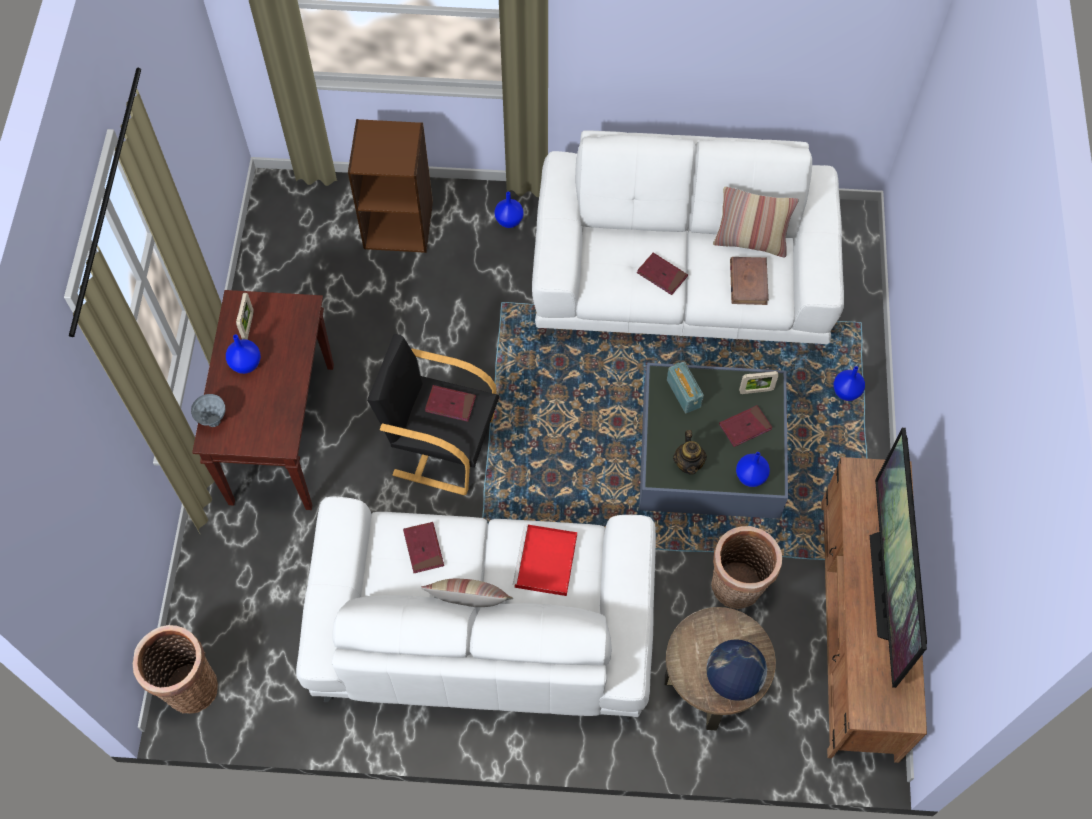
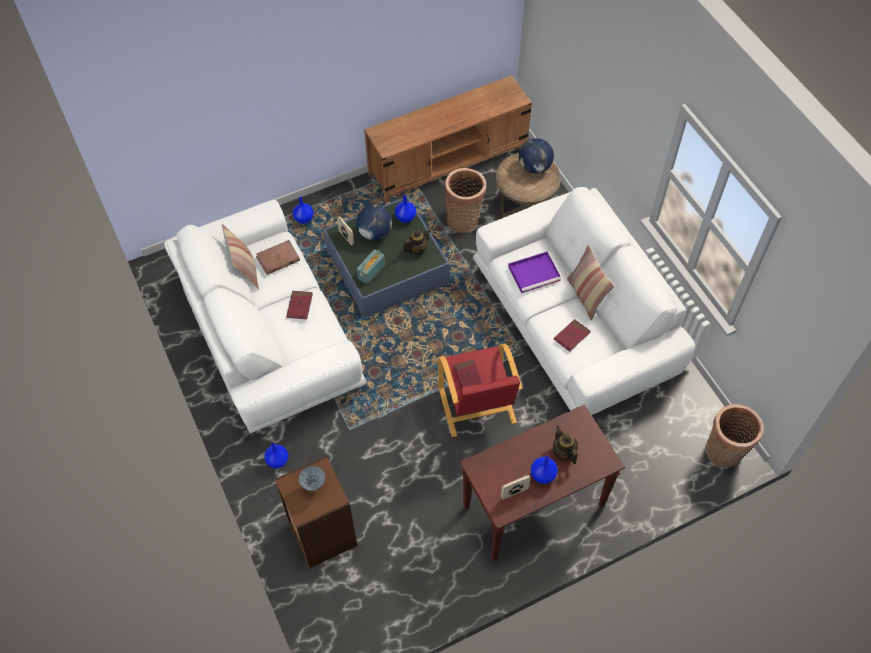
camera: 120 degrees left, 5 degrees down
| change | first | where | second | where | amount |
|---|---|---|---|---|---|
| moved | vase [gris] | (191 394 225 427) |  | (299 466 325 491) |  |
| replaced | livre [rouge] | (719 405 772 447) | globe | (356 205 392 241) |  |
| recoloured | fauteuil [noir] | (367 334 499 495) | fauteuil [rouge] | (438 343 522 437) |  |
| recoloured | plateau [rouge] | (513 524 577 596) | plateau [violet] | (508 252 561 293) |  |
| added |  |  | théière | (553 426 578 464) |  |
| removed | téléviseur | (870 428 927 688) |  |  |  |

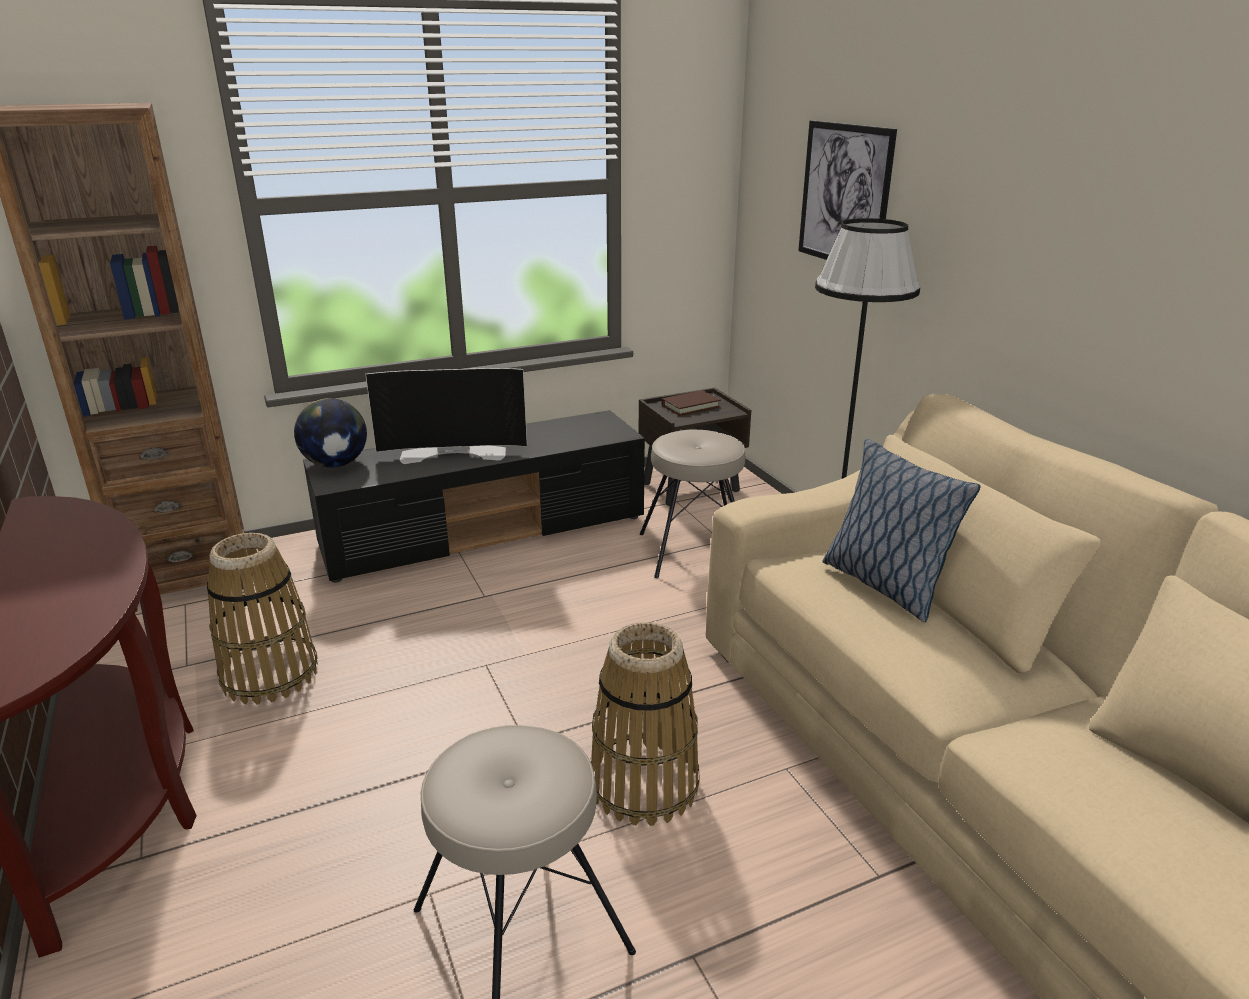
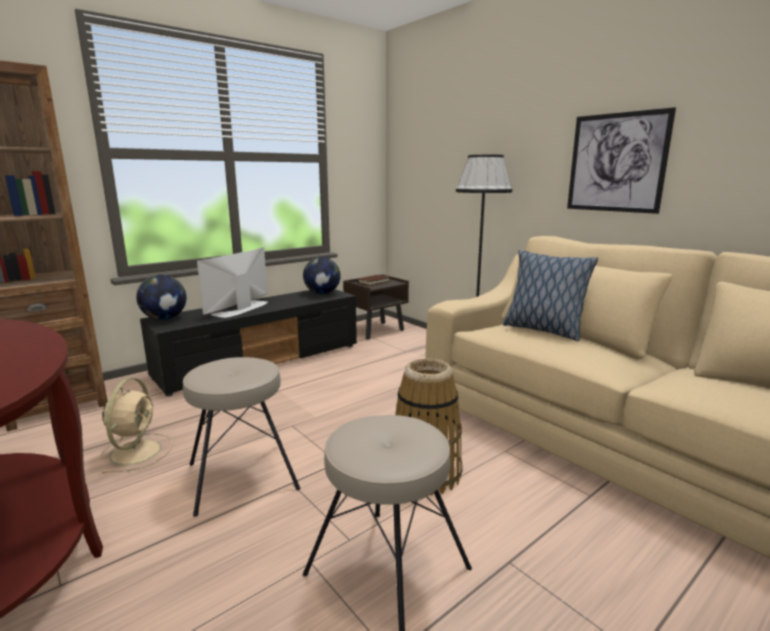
camera: 15 degrees left, 10 degrees down
| change | first | where | second | where | amount |
|---|---|---|---|---|---|
| replaced | panier | (207 533 318 705) | ventilateur [beige] | (100 378 173 473) |  |
| moved | tabouret [beige] | (640 430 745 578) |  | (183 357 301 517) |  |
| turned | téléviseur | (365 368 527 464) |  | (197 247 268 318) | 135 degrees clockwise |
| added |  |  | globe | (303 257 341 294) |  |
| moved | tableau | (798 120 897 260) |  | (567 107 676 214) |  |

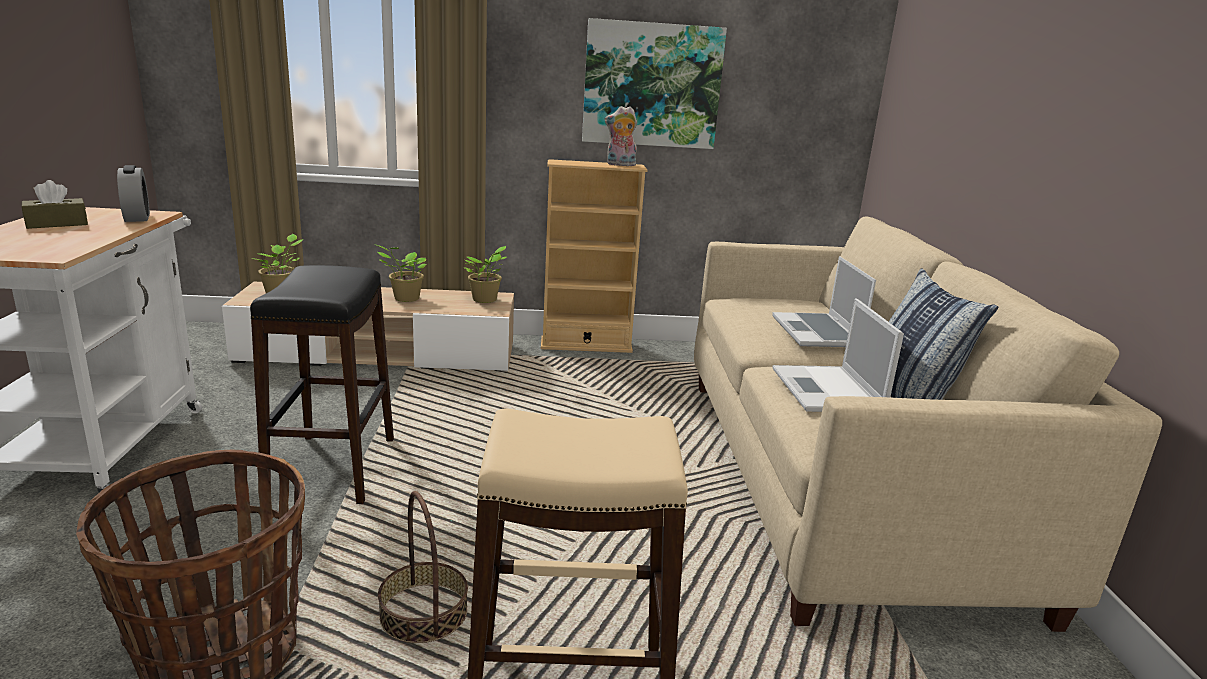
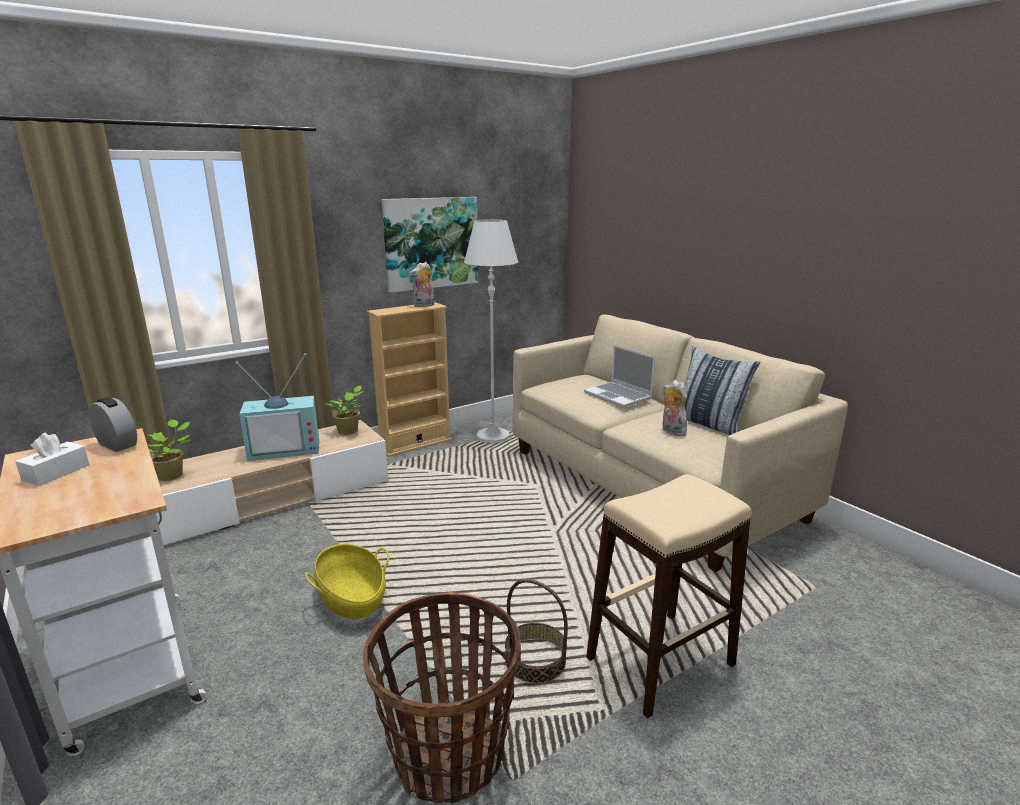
camera: 30 degrees left, 0 degrees up
| change | first | where | second | where | amount |
|---|---|---|---|---|---|
| recoloured | boîte à mouchoirs [marron] | (22 180 88 229) | boîte à mouchoirs [blanc] | (15 432 90 486) |  |
| replaced | plante en pot | (375 244 426 302) | téléviseur | (235 353 319 461) |  |
| replaced | tabouret [noir] | (250 265 394 504) | panier | (305 544 389 619) |  |
| added |  |  | lampadaire [blanc] | (464 219 518 443) |  |
| replaced | ordinateur portable | (773 298 904 412) | peluche | (662 380 687 436) |  |

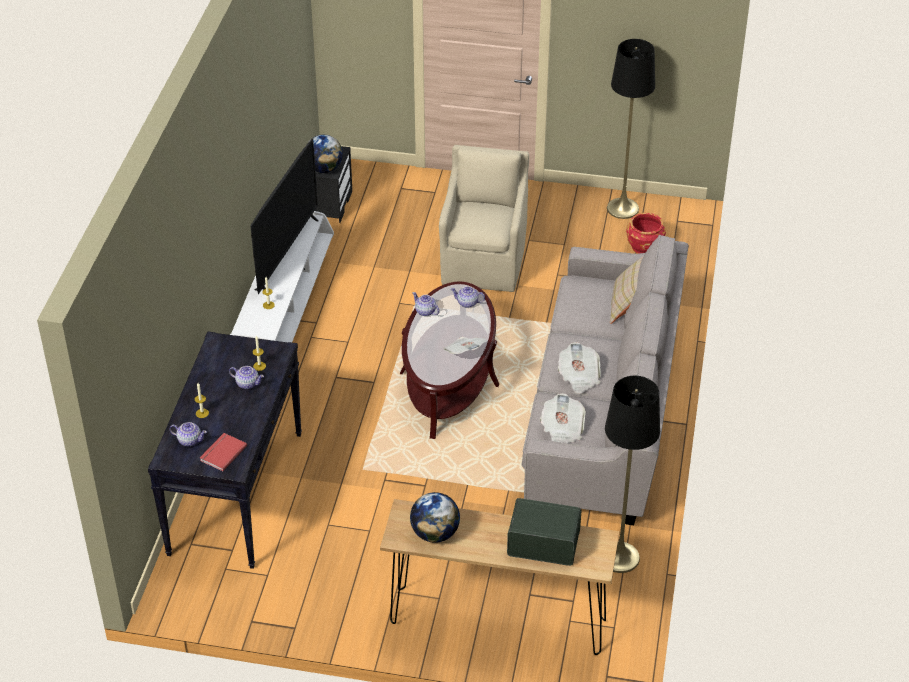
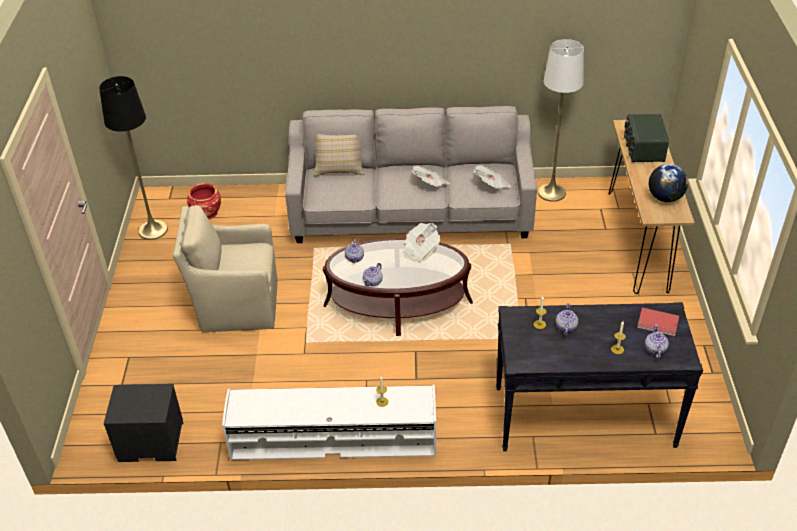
camera: 100 degrees left, 0 degrees up
| change | first | where | second | where | amount |
|---|---|---|---|---|---|
| recoloured | lampadaire [noir] | (605 376 660 573) | lampadaire [blanc] | (538 39 584 202) |  |
| removed | téléviseur | (250 138 319 294) |  |  |  |
| removed | globe | (307 135 343 173) |  |  |  |

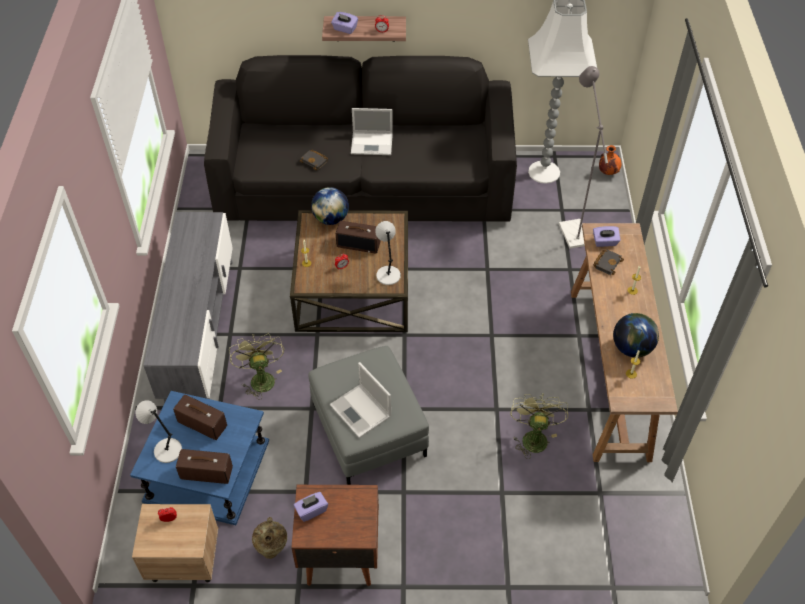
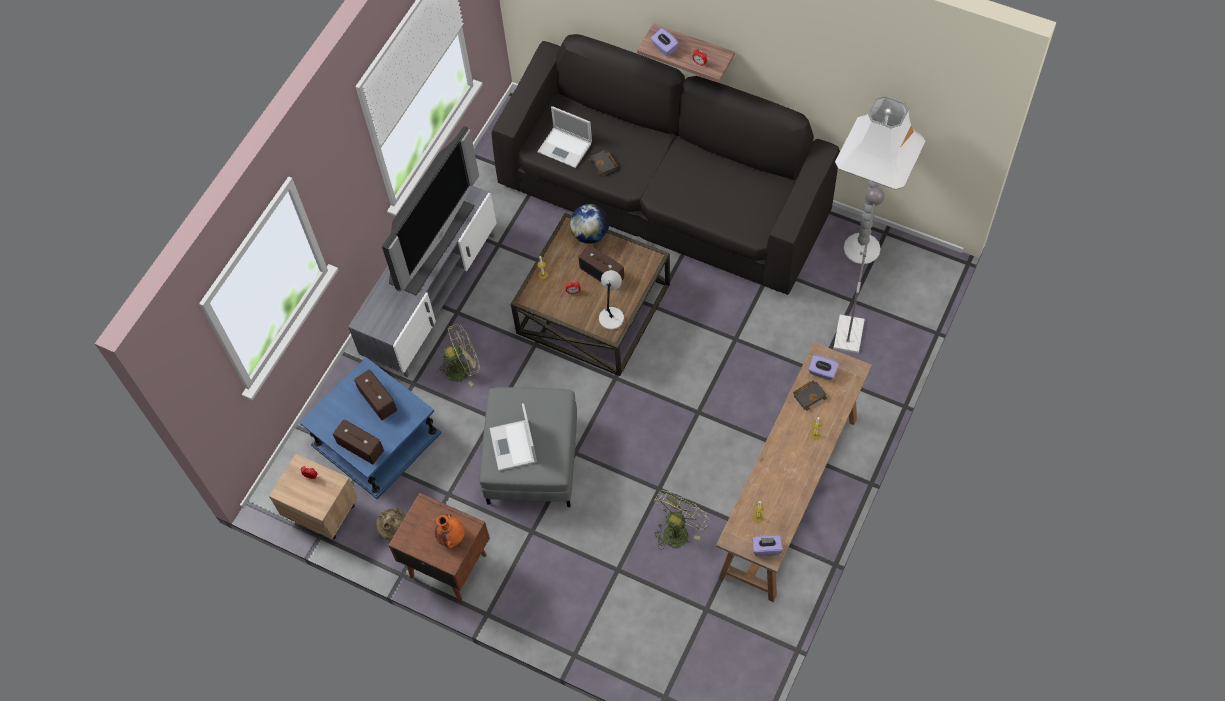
camera: 30 degrees right, 10 degrees up
| change | first | where | second | where | amount |
|---|---|---|---|---|---|
| added |  |  | téléviseur | (382 126 479 295) |  |
| moved | vase [orange] | (599 145 621 175) |  | (435 514 465 549) |  |
| turned | ventilateur [vert] | (229 334 284 399) |  | (437 323 480 386) | 60 degrees clockwise |
| moved | ordinateur portable | (351 108 393 155) |  | (537 106 592 168) |  |
| moved | boîte à mouchoirs [violet] | (294 492 328 522) |  | (752 535 783 556) |  |
| removed | lampe de table [gris] | (136 400 182 463) |  |  |  |
| removed | globe | (613 313 659 357) |  |  |  |

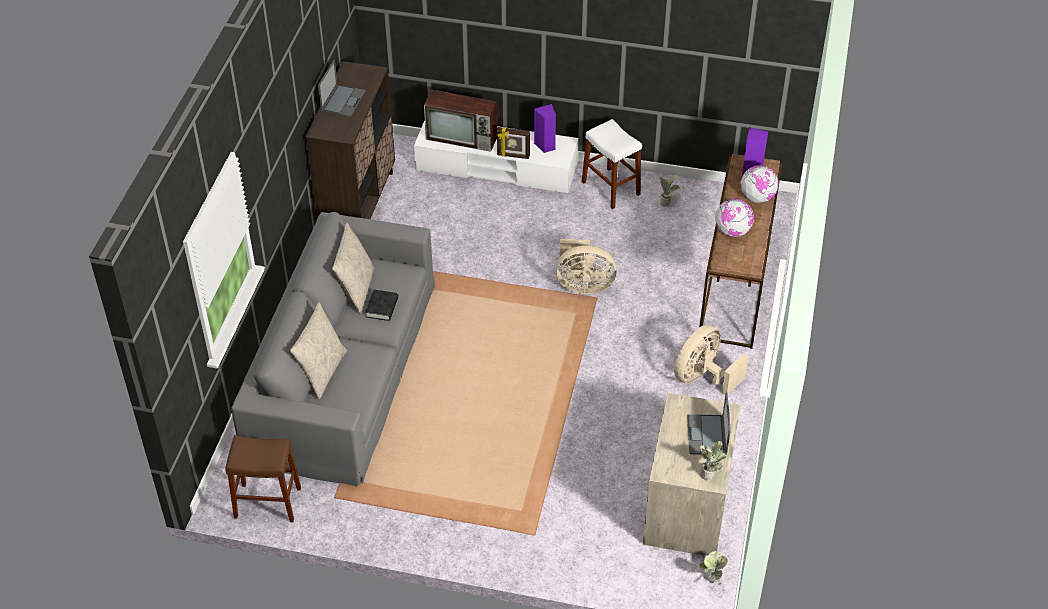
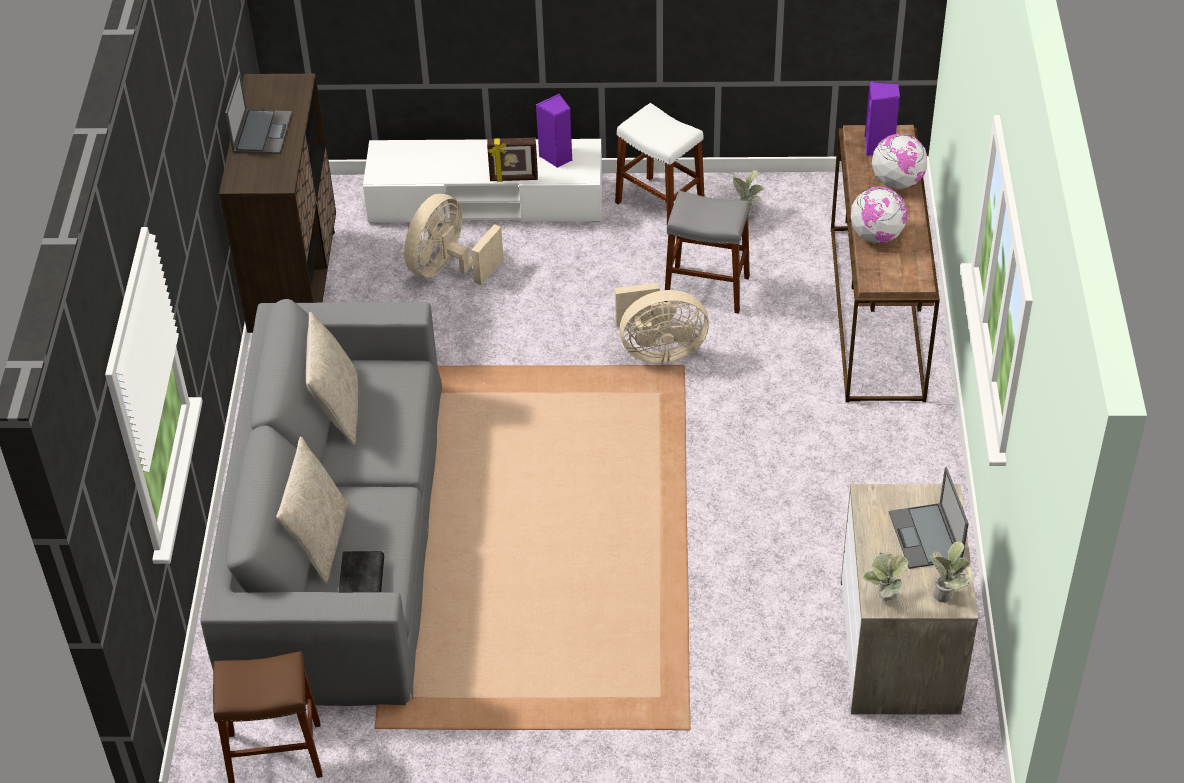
camera: 10 degrees left, 0 degrees up
| change | first | where | second | where | amount |
|---|---|---|---|---|---|
| moved | livre [noir] | (365 290 398 321) |  | (339 551 384 593) |  |
| moved | ventilateur [beige] | (674 325 749 395) |  | (404 194 504 285) |  |
| added |  |  | tabouret [gris] | (665 191 750 314) |  |
| moved | plante en pot | (699 551 728 584) |  | (863 552 909 602) |  |
| removed | téléviseur | (424 90 498 152) |  |  |  |

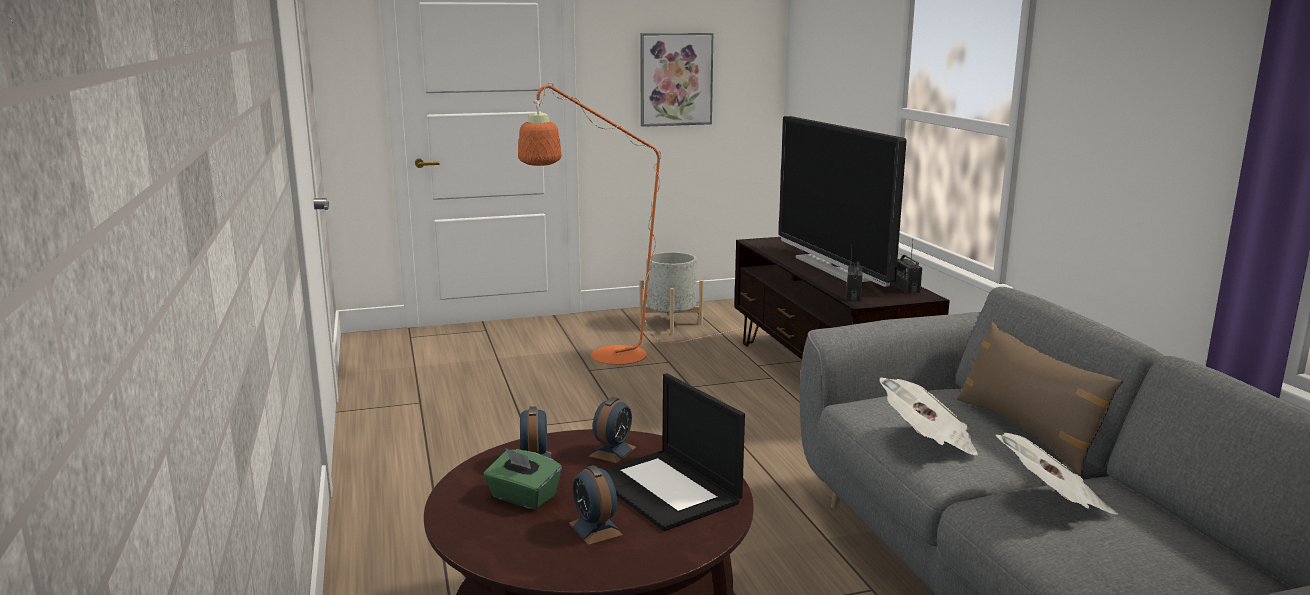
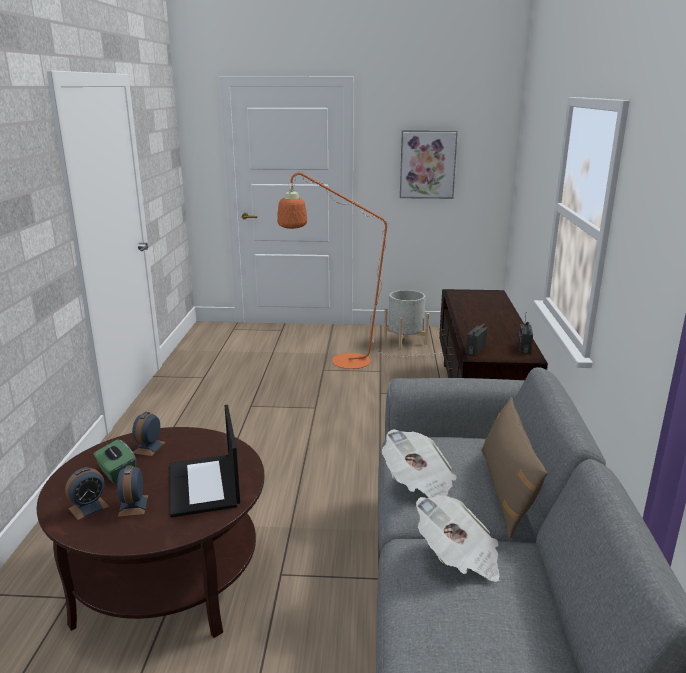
camera: 20 degrees right, 5 degrees up
| change | first | where | second | where | amount |
|---|---|---|---|---|---|
| moved | réveil | (589 397 636 463) |  | (65 467 109 520) |  |
| removed | téléviseur | (779 116 906 287) |  |  |  |

